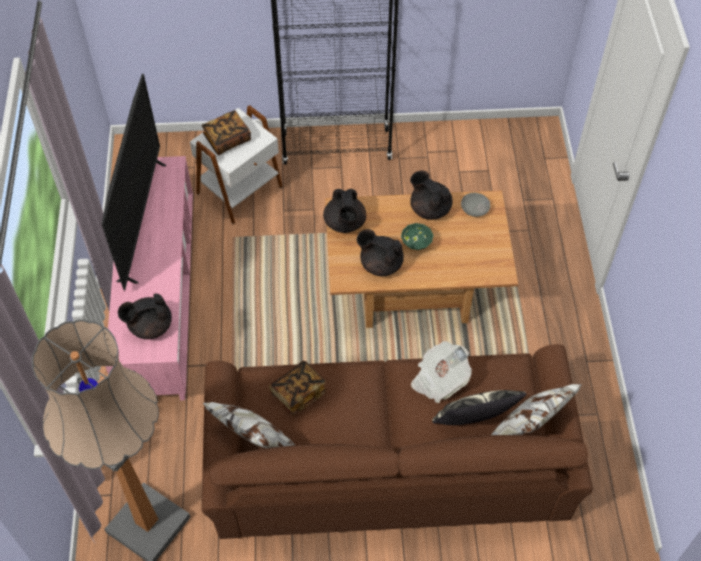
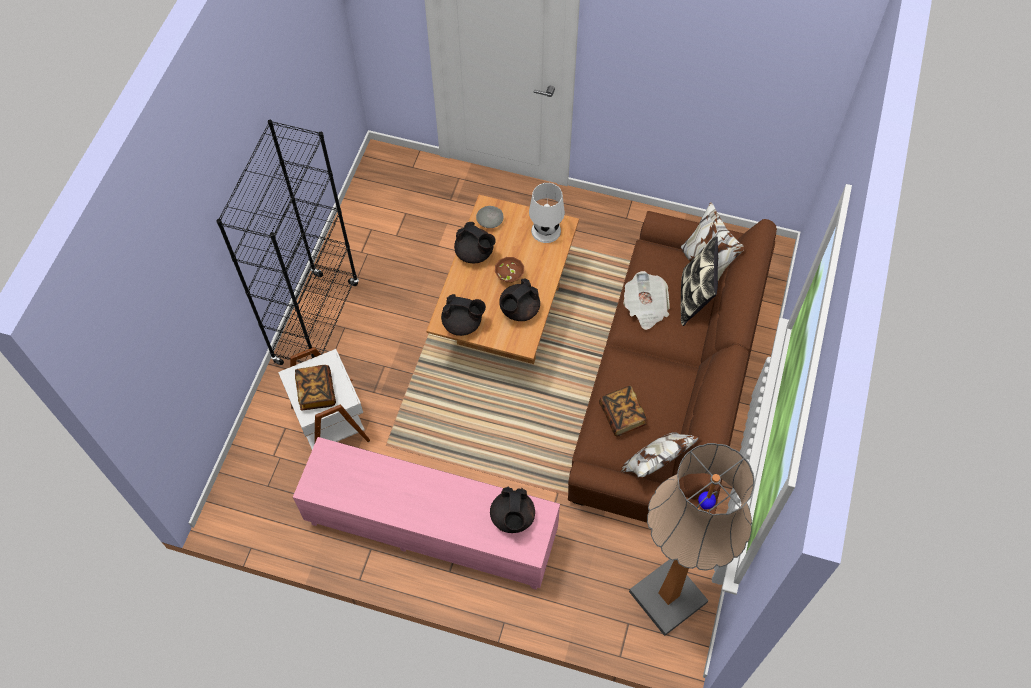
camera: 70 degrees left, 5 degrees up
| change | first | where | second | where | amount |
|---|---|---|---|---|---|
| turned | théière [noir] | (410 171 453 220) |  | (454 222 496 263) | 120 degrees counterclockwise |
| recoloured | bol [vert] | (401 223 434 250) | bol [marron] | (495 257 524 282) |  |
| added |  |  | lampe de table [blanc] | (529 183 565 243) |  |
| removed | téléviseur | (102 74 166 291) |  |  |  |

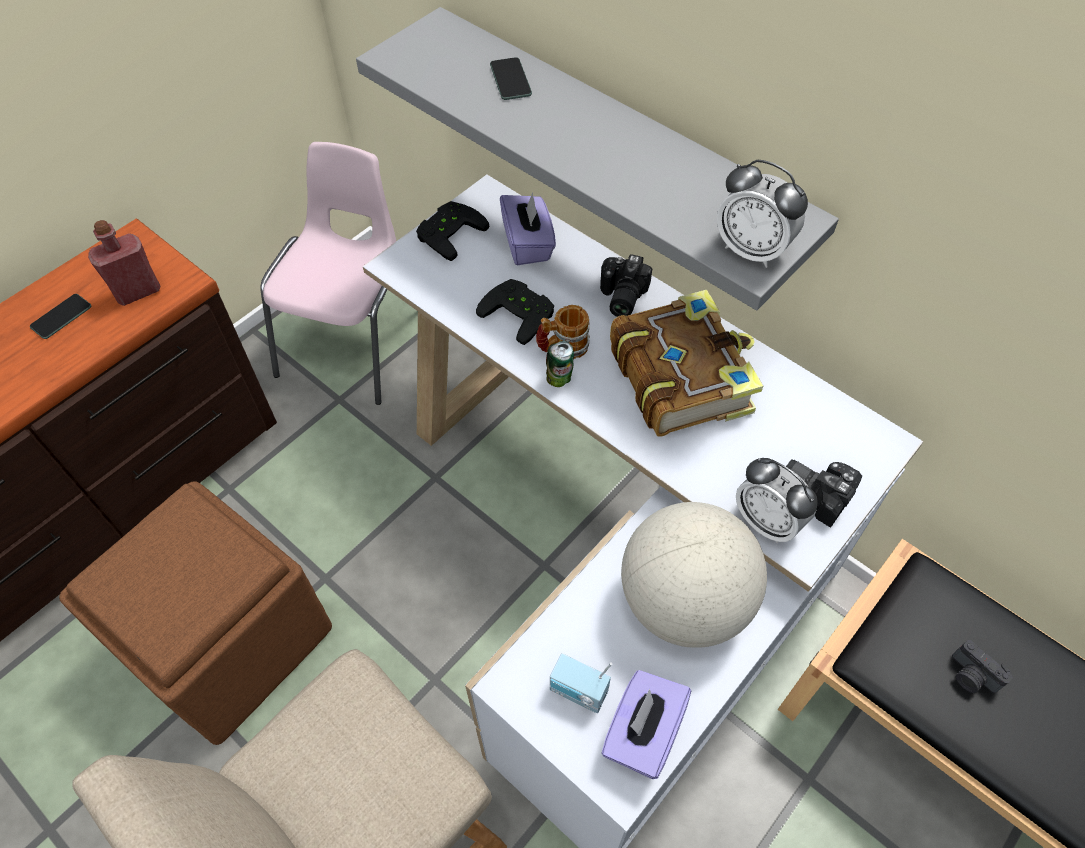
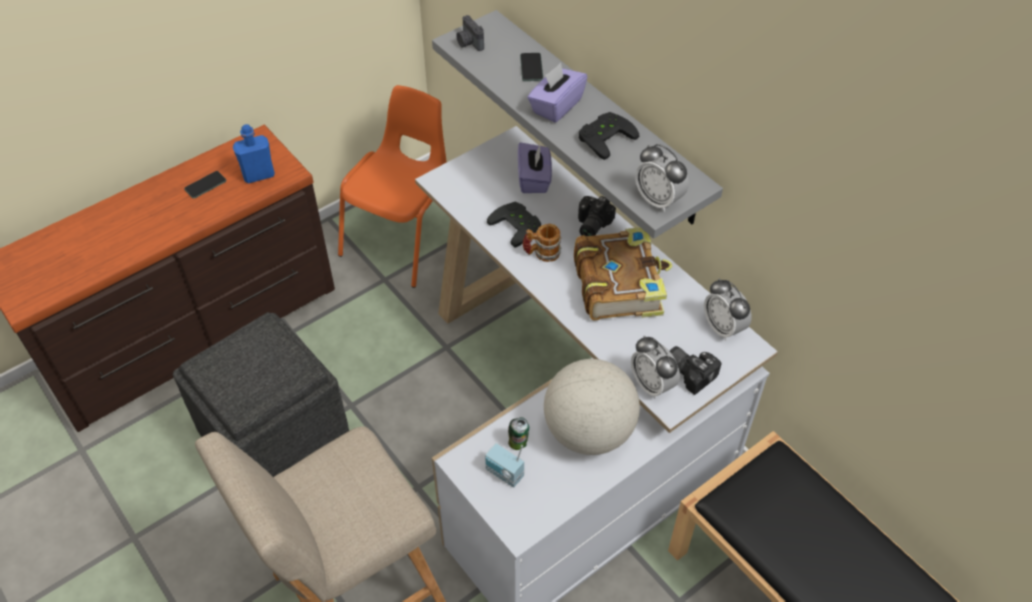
camera: 10 degrees right, 5 degrees down
| change | first | where | second | where | amount |
|---|---|---|---|---|---|
| recoloured | pouf [marron] | (59 481 332 745) | pouf [gris] | (173 312 349 477) |  |
| recoloured | bouteille [rouge] | (88 220 161 306) | bouteille [bleu] | (233 124 275 184) |  |
| recoloured | chaise [rose] | (260 142 396 405) | chaise [orange] | (338 85 446 288) |  |
| moved | appareil photo | (952 640 1013 693) |  | (456 15 484 51) |  |
| moved | boîte métallique | (546 341 574 387) |  | (508 417 529 450) |  |
| moved | boîte à mouchoirs [violet] | (601 670 691 779) |  | (527 63 587 123) |  |
| moved | manette [noir] | (416 201 489 261) |  | (579 112 639 160) |  |
| added |  |  | réveil | (704 279 751 341) |  |

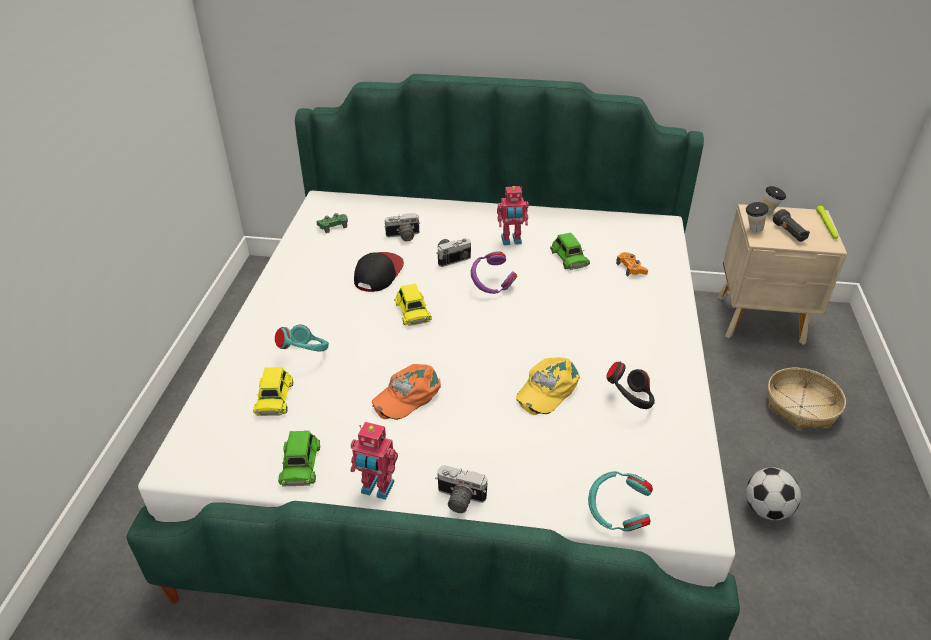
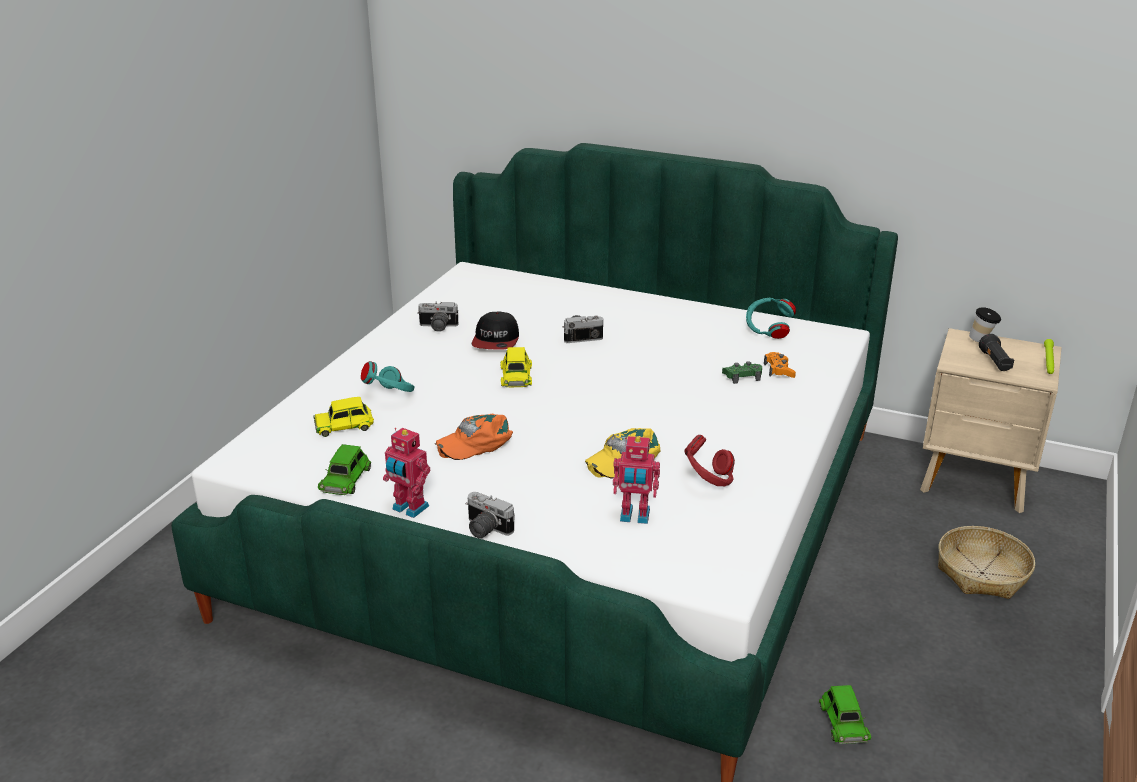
camera: 15 degrees right, 10 degrees down
| change | first | where | second | where | amount |
|---|---|---|---|---|---|
| turned | petite voiture [jaune] | (253 367 293 416) |  | (313 397 374 437) | 60 degrees clockwise |
| moved | appareil photo | (385 213 420 241) |  | (417 302 458 332) |  |
| turned | casquette | (354 252 404 292) |  | (472 311 519 349) | 150 degrees clockwise |
| moved | robot jouet | (497 186 529 245) |  | (613 436 660 524) |  |
| recoloured | casque audio [noir] | (606 362 655 409) | casque audio [rouge] | (684 435 735 486) |  |
| moved | manette [vert] | (316 213 348 233) |  | (722 361 762 384) |  |
| moved | casque audio [turquoise] | (588 471 653 531) |  | (746 298 796 339) |  |
| moved | petite voiture [vert] | (550 233 590 270) |  | (819 685 871 744) |  |
| removed | casque audio [violet] | (471 251 517 294) |  |  |  |
| removed | tasse | (746 202 769 232) |  |  |  |
| removed | ballon de foot | (746 467 801 520) |  |  |  |

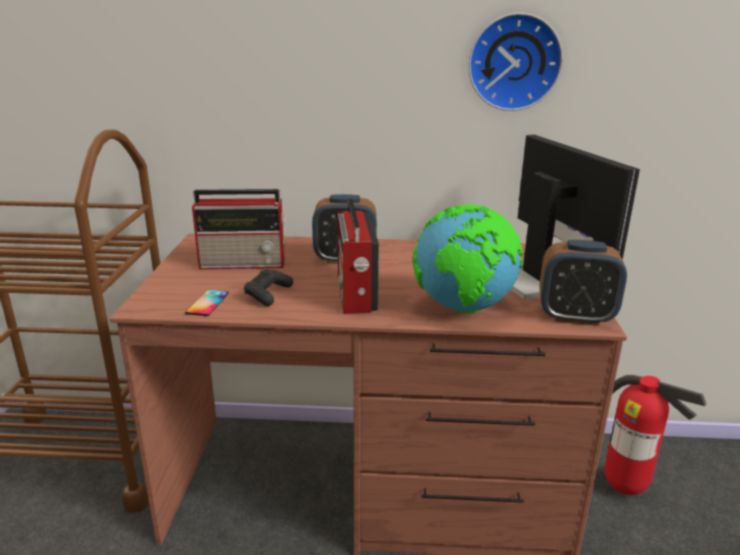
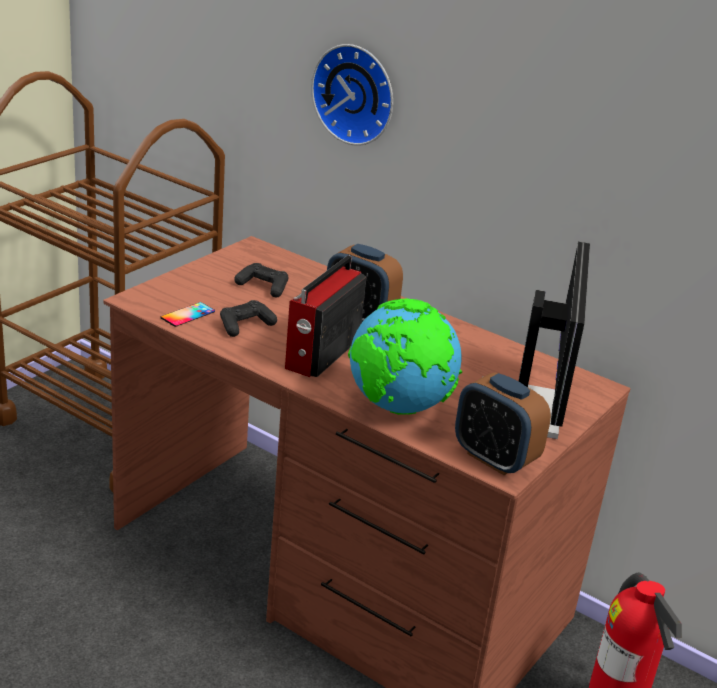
camera: 30 degrees right, 5 degrees up
| change | first | where | second | where | amount |
|---|---|---|---|---|---|
| replaced | radio | (192 189 287 269) | manette [noir] | (234 263 288 298) |  |
| moved | horloge murale | (468 13 563 111) |  | (311 44 393 146) |  |

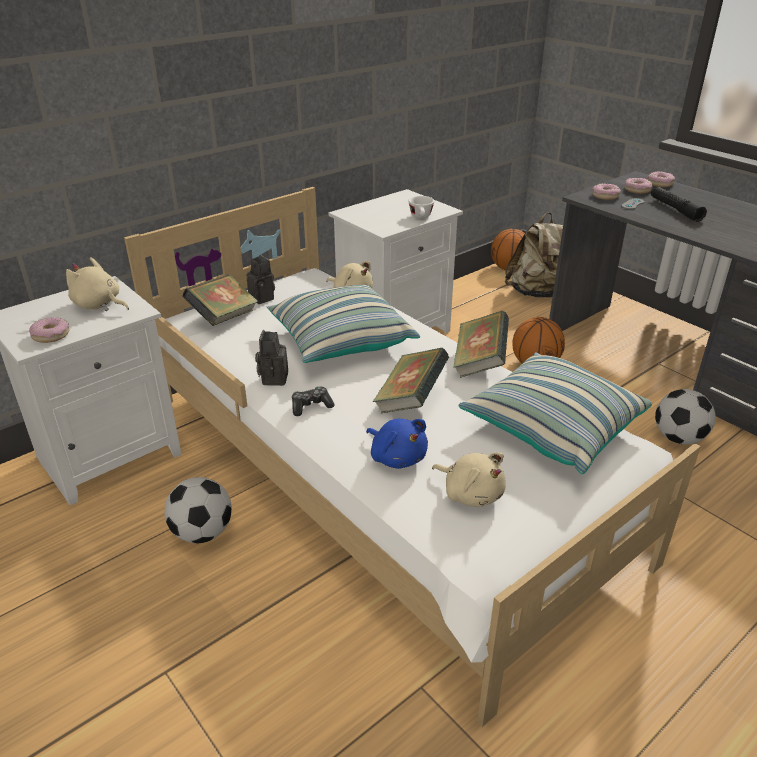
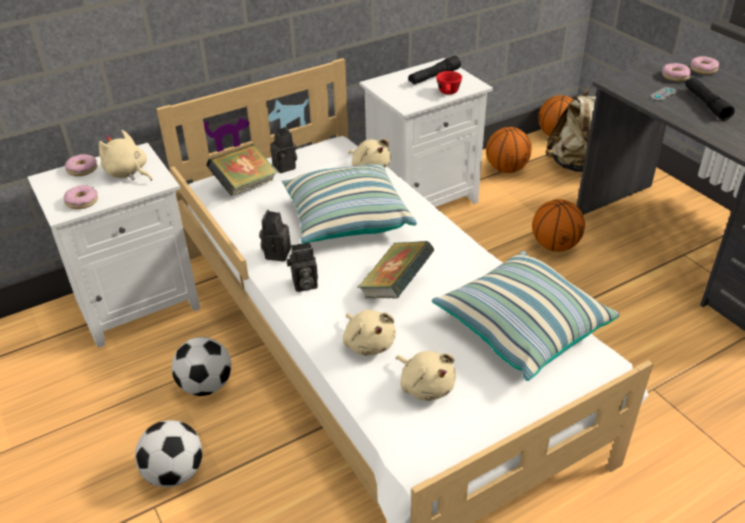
camera: 10 degrees right, 5 degrees up
| change | first | where | second | where | amount |
|---|---|---|---|---|---|
| moved | beignet | (592 183 621 200) |  | (65 154 97 176) |  |
| moved | ballon de foot | (655 389 716 444) |  | (135 420 203 487) |  |
| replaced | manette | (292 386 334 416) | appareil photo | (287 242 318 292) |  |
| recoloured | peluche [bleu] | (366 419 428 469) | peluche [beige] | (343 310 396 356) |  |
| added |  |  | lampe de poche [noir] | (408 56 461 84) |  |
| recoloured | tasse [blanc] | (408 196 434 218) | tasse [rouge] | (436 71 462 95) |  |
| added |  |  | ballon de basket | (486 127 532 173) |  |
| removed | livre | (453 311 509 378) |  |  |  |

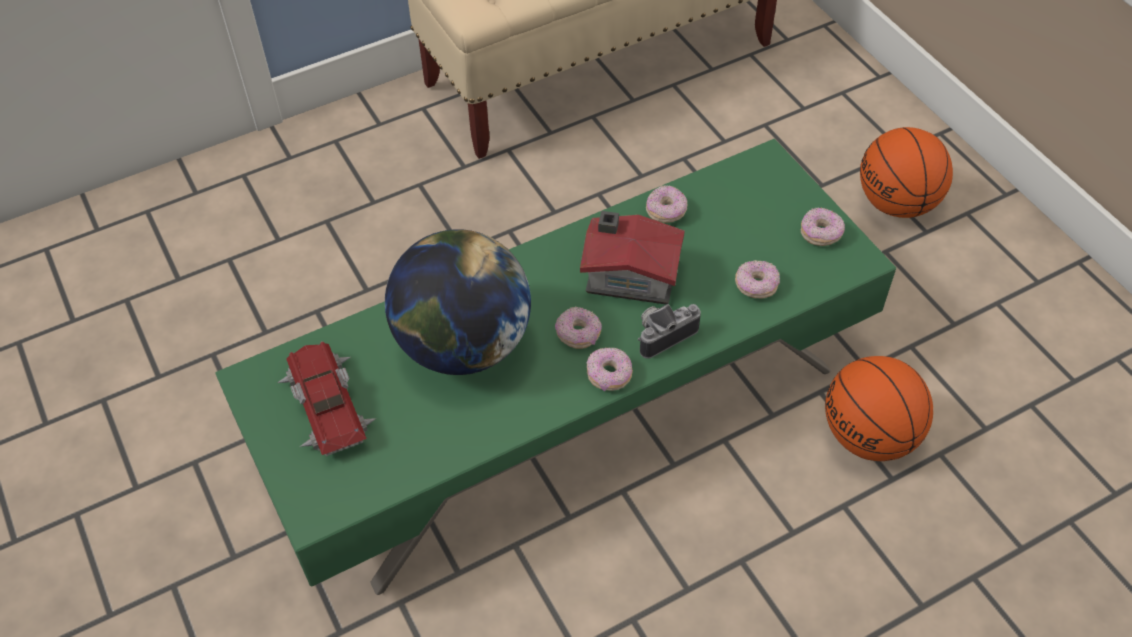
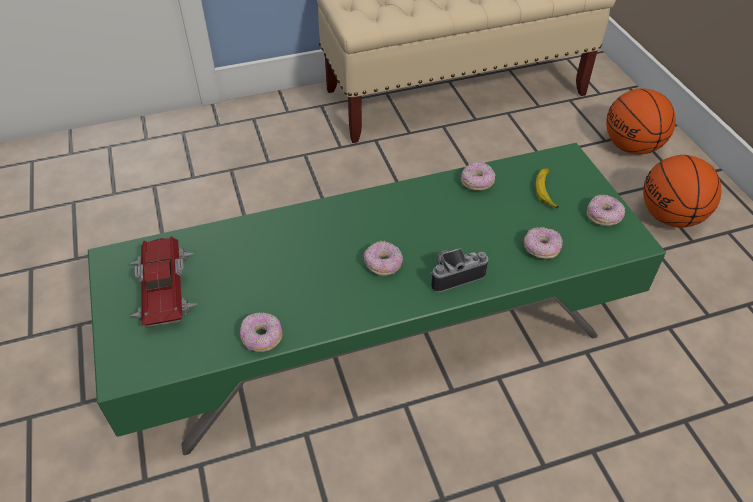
camera: 10 degrees right, 5 degrees down
| change | first | where | second | where | amount |
|---|---|---|---|---|---|
| moved | beignet | (587 348 633 392) |  | (240 313 282 352) |  |
| added |  |  | banane | (535 168 559 209) |  |
| moved | ballon de basket | (825 356 933 461) |  | (606 88 676 155) |  |
| removed | globe | (385 229 531 375) |  |  |  |
| removed | maison miniature | (580 211 685 305) |  |  |  |

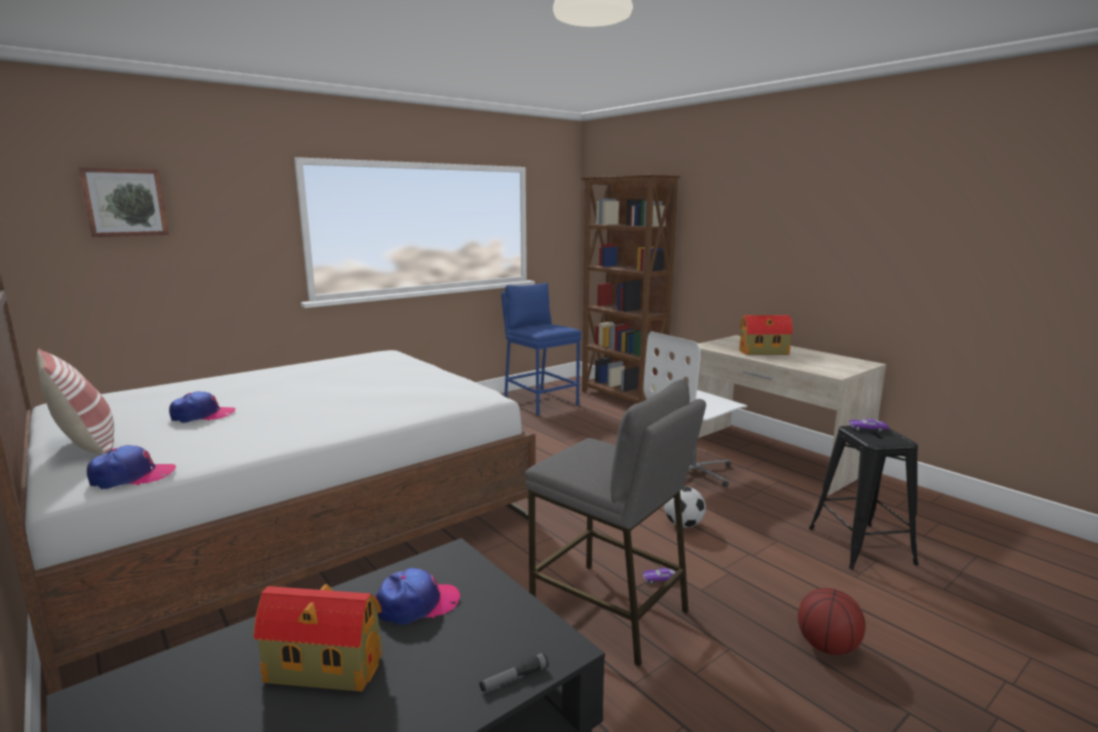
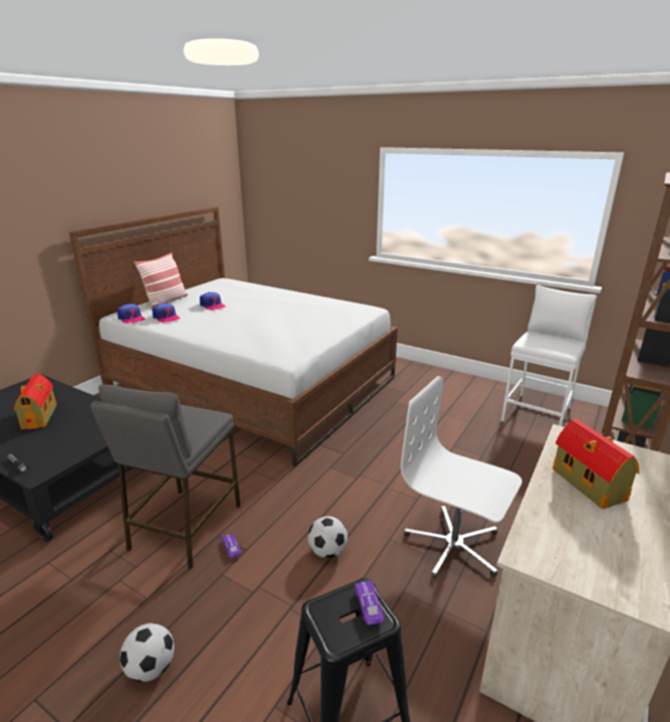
camera: 70 degrees right, 10 degrees up
| change | first | where | second | where | amount |
|---|---|---|---|---|---|
| replaced | ballon de basket | (798 588 866 655) | ballon de foot | (120 623 174 682) |  |
| moved | casquette | (376 568 460 625) |  | (152 303 180 323) |  |
| recoloured | tabouret [bleu] | (501 283 582 415) | tabouret [blanc] | (501 285 597 426) |  |
| removed | tableau | (78 167 169 237) |  |  |  |

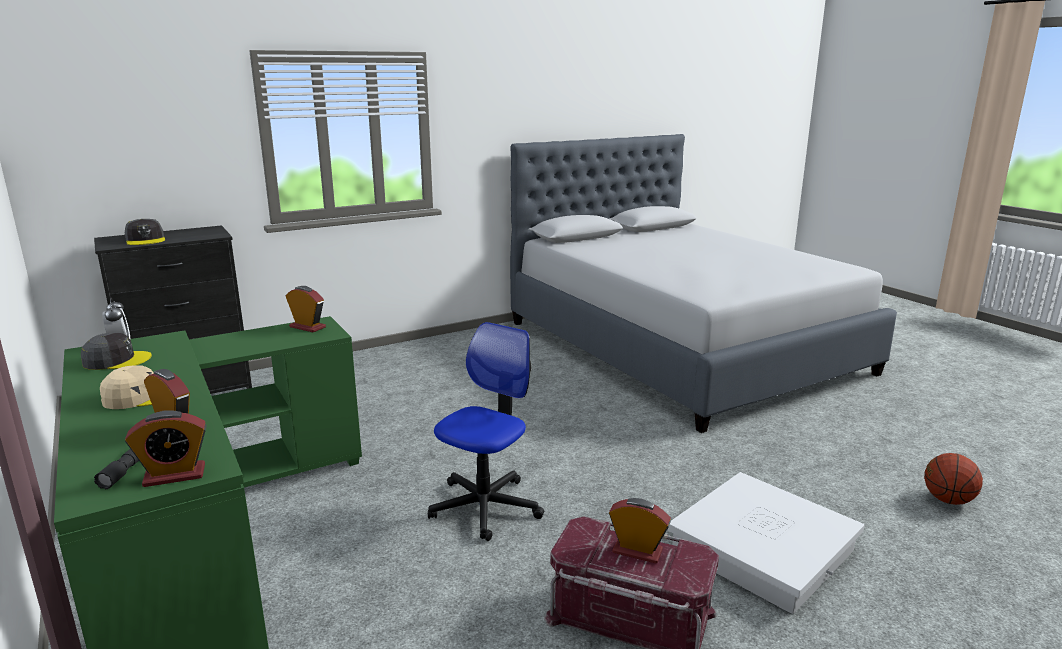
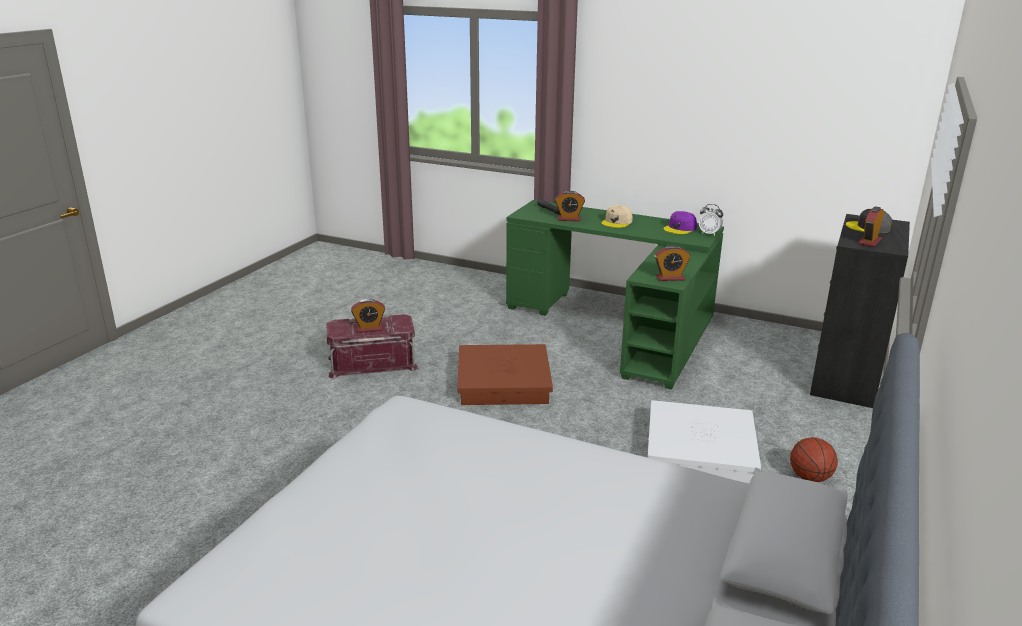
camera: 145 degrees right, 5 degrees up
| change | first | where | second | where | amount |
|---|---|---|---|---|---|
| replaced | chaise de bureau | (428 322 544 541) | boîte de rangement [marron] | (457 344 553 405) |  |
| moved | boîte de rangement [blanc] | (667 472 865 614) |  | (647 400 761 484) |  |
| recoloured | casquette [gris] | (81 333 152 370) | casquette [violet] | (663 211 697 234) |  |
| moved | ballon de basket | (924 453 983 505) |  | (790 437 838 482) |  |
| moved | réveil | (125 410 207 487) |  | (858 206 884 247) |  |

